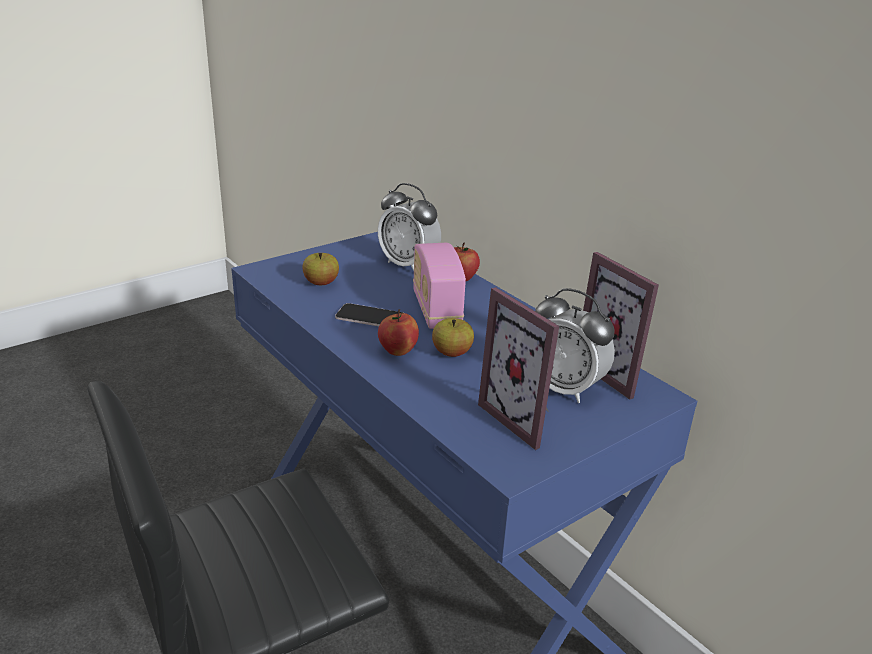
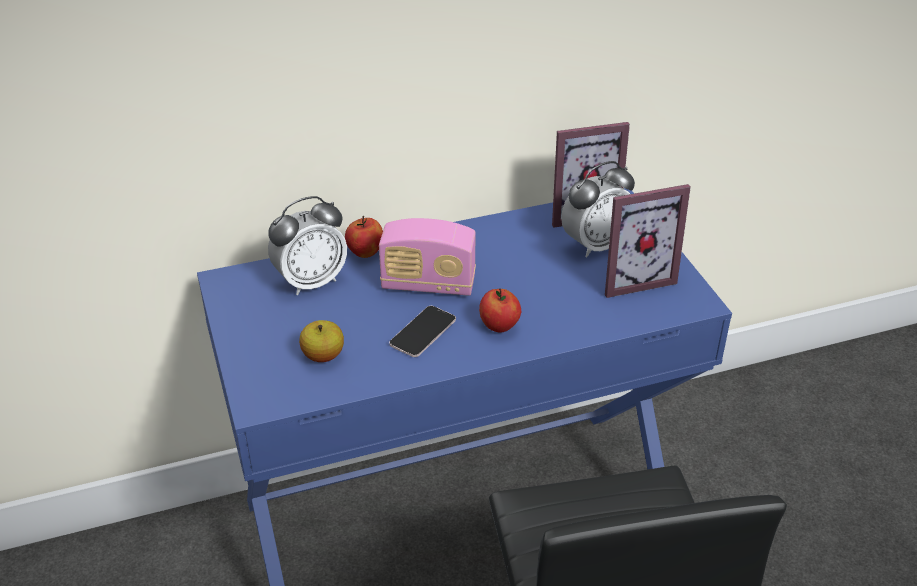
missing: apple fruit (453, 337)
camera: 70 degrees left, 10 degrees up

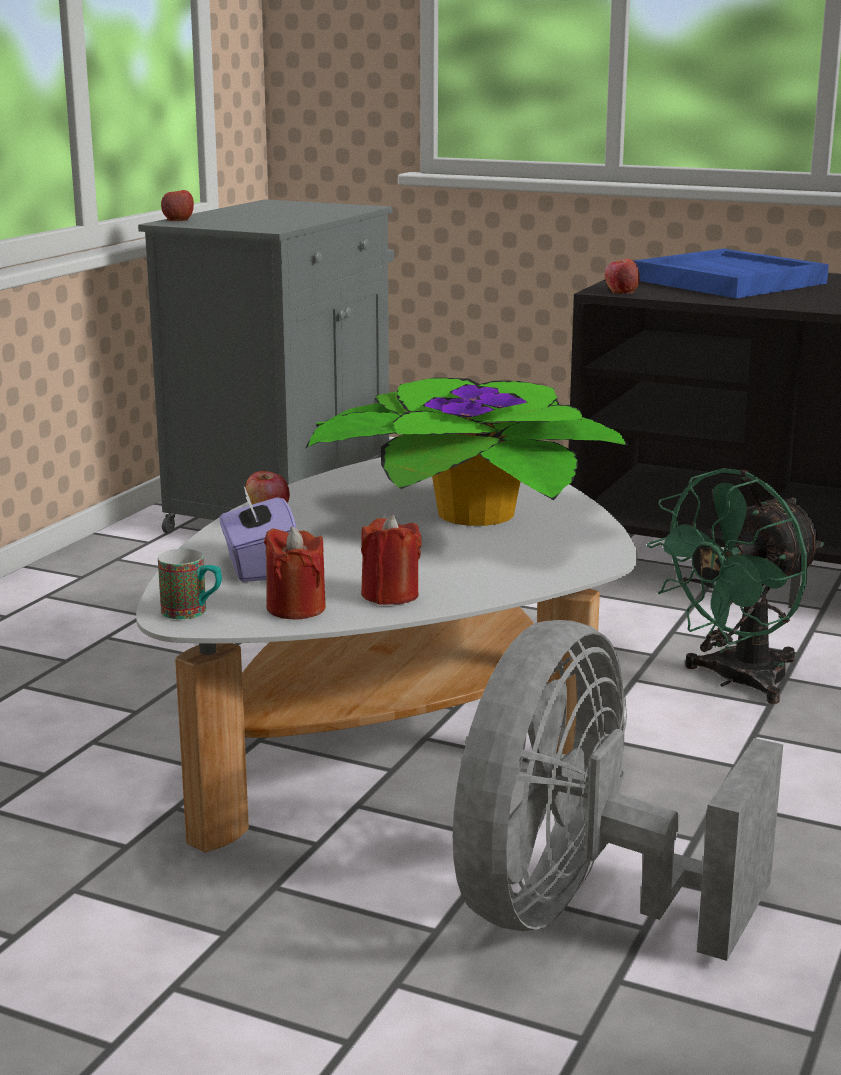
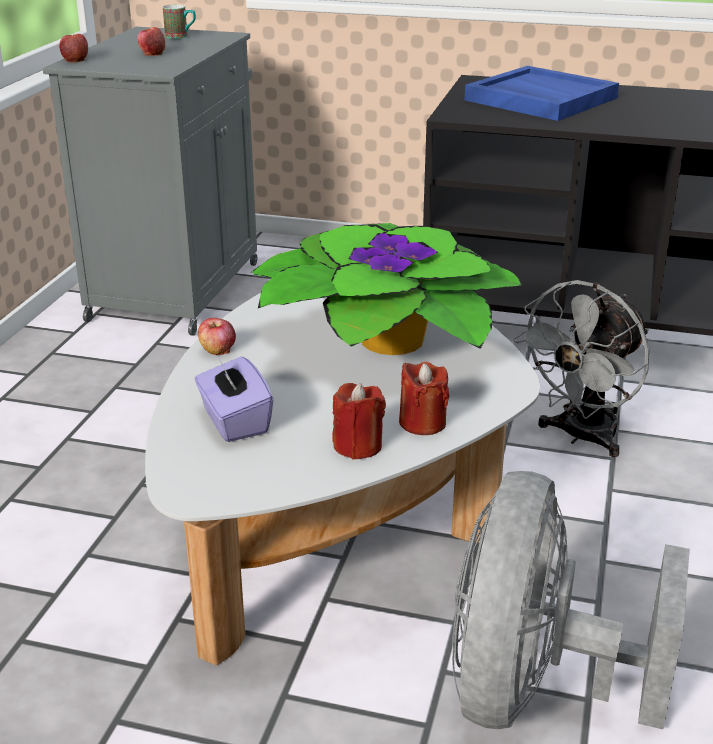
relocated: apple fruit (622, 276) to (151, 41); mug (190, 584) to (179, 22); reddish wax light (295, 573) to (424, 398)
colour: greenish electric fan (735, 586) to greyish electric fan (581, 368)
camera: 10 degrees left, 10 degrees up

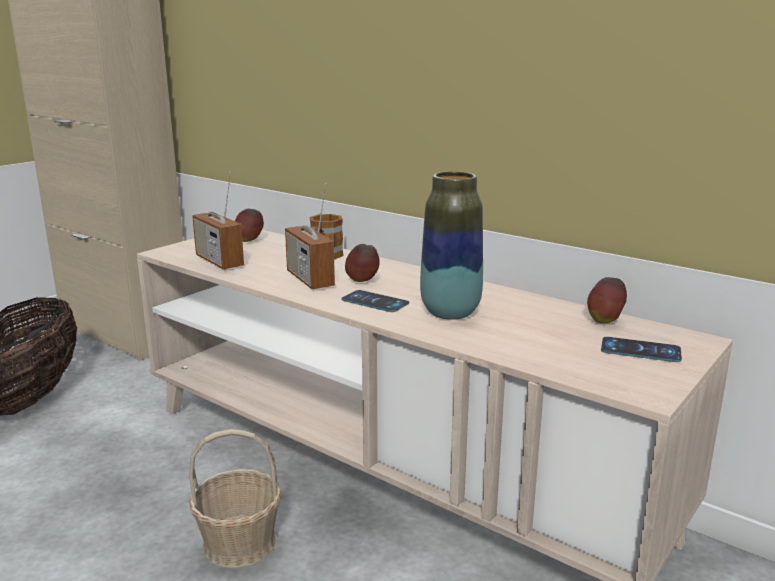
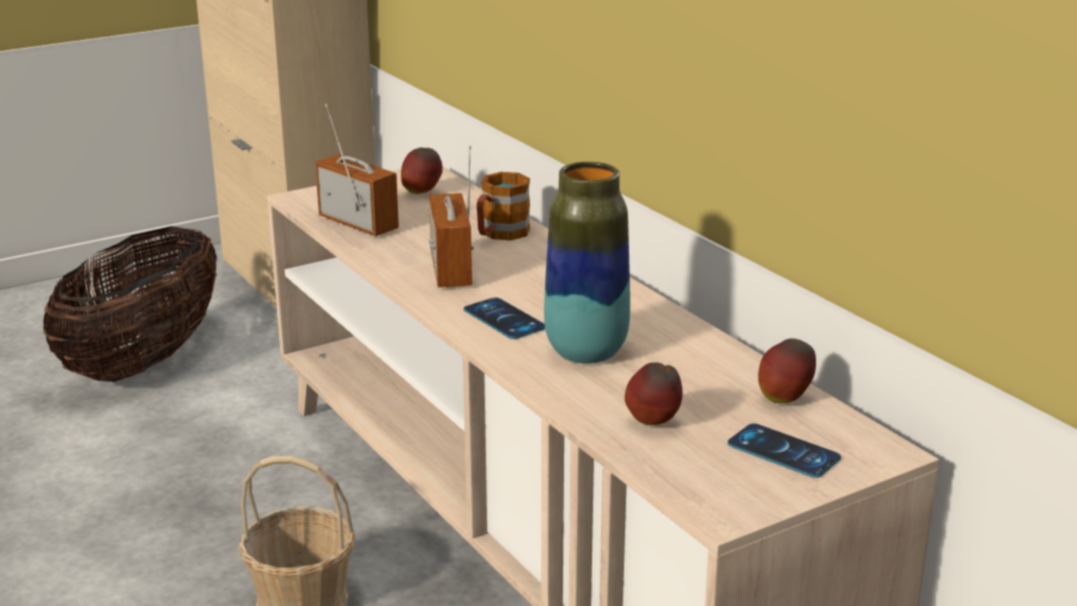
relocated: apple fruit (362, 263) to (654, 393)
spun: radio set (218, 220) = (357, 170) 150 degrees clockwise
camera: 20 degrees right, 5 degrees up

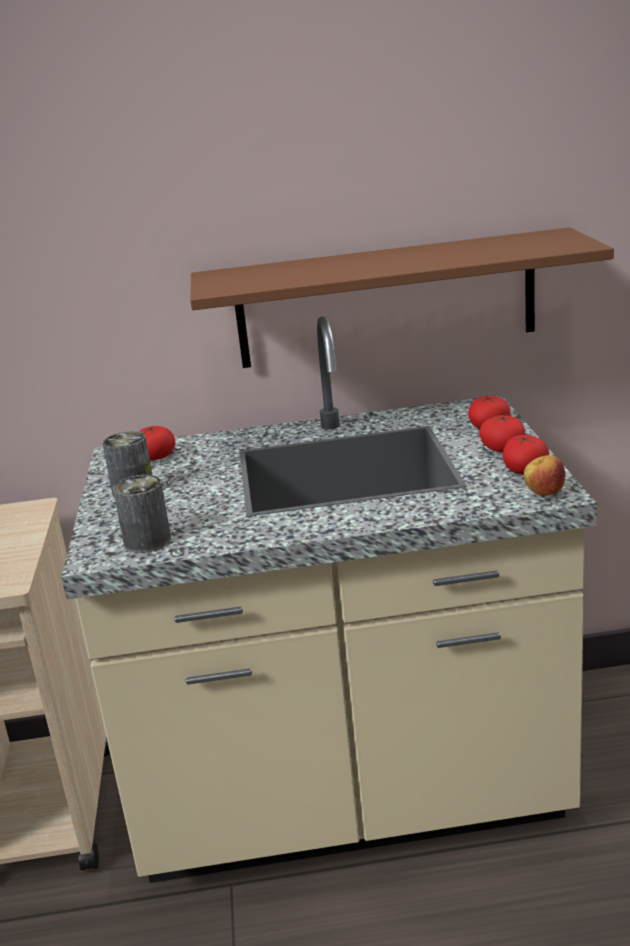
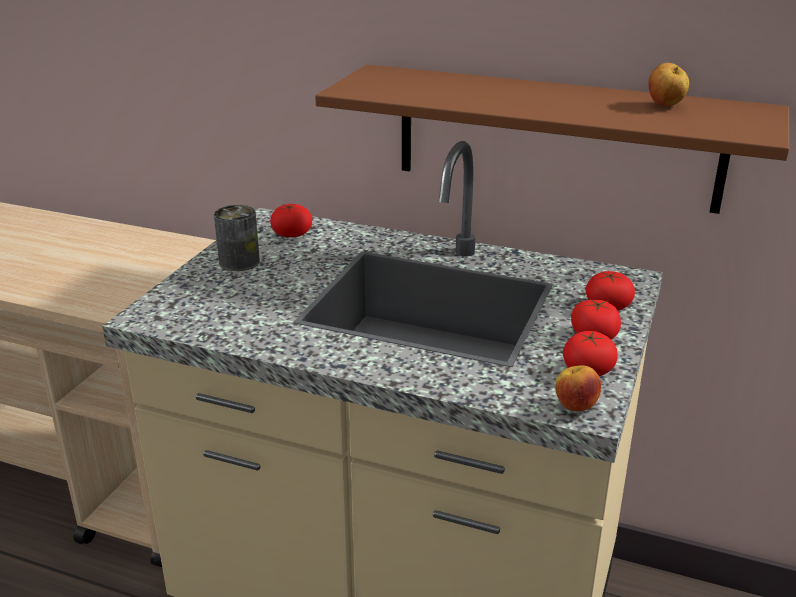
missing: sealed can (142, 514)
appeared: apple fruit (668, 84)
camera: 25 degrees right, 5 degrees up

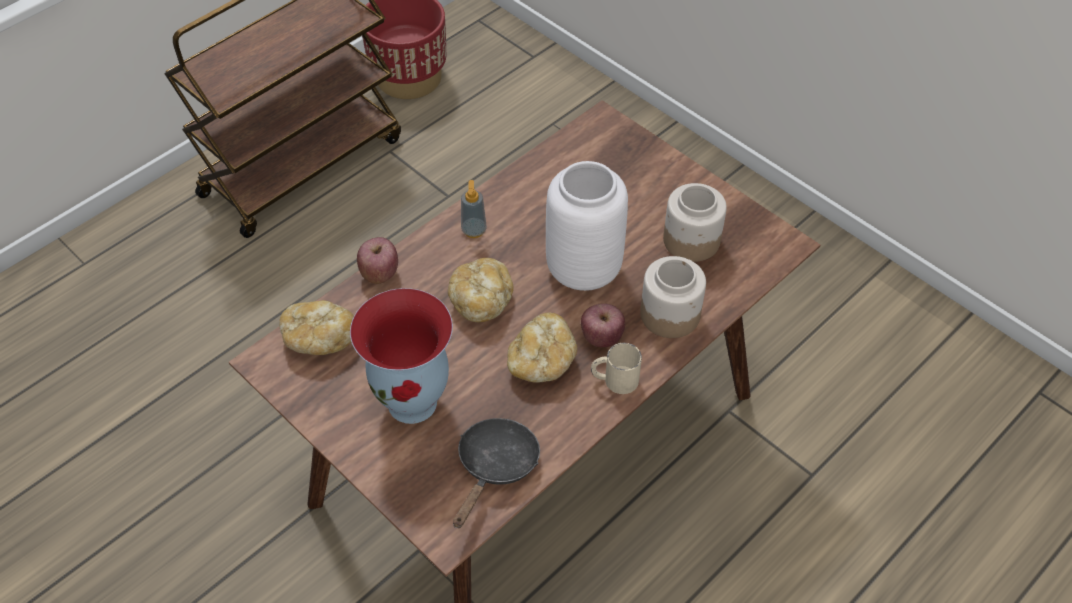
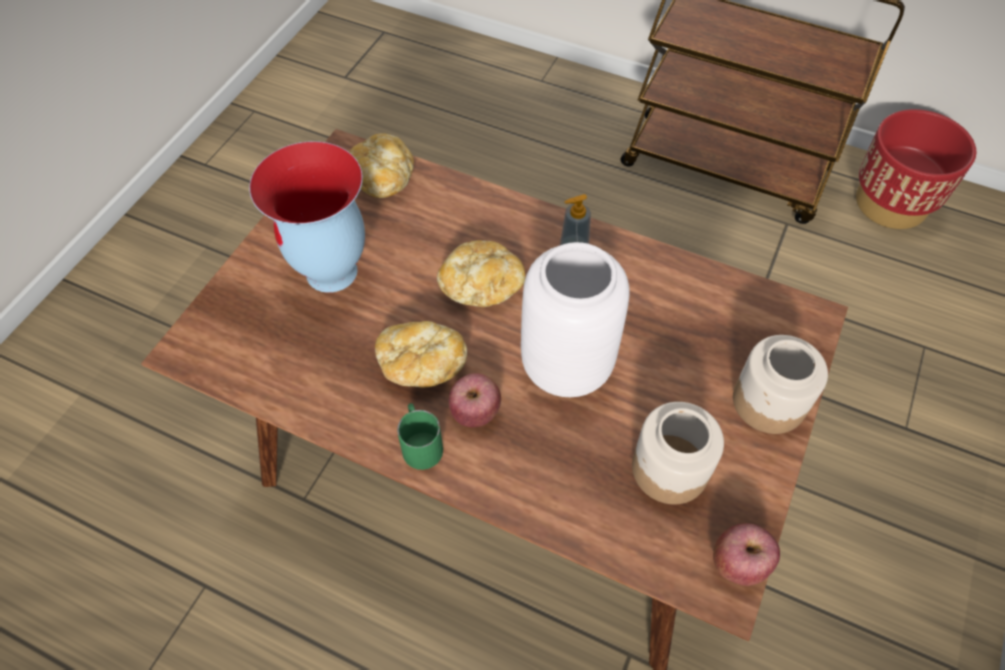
missing: black-coloured pan (496, 473)
relocated: apple fruit (377, 260) to (746, 554); preserve jar (673, 297) to (780, 384)
colour: beige mug (616, 368) to greenish mug (420, 436)
camera: 70 degrees right, 5 degrees up

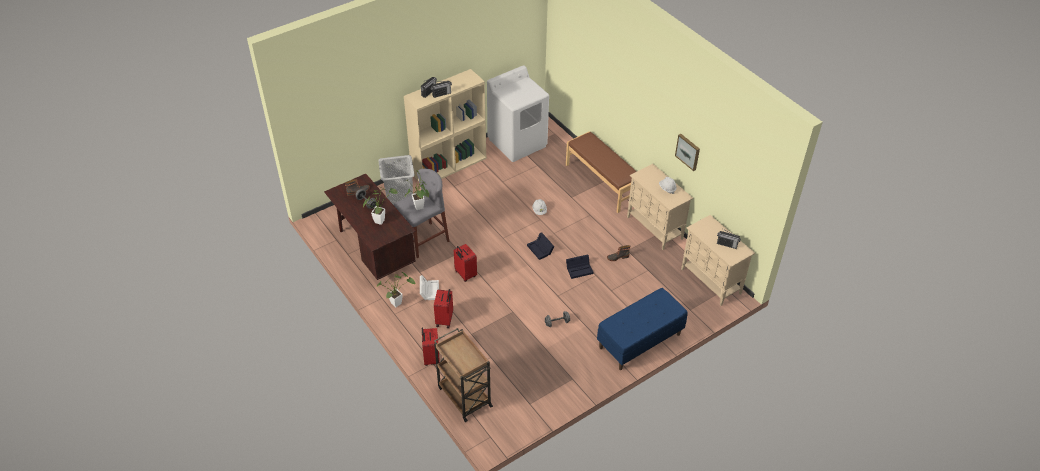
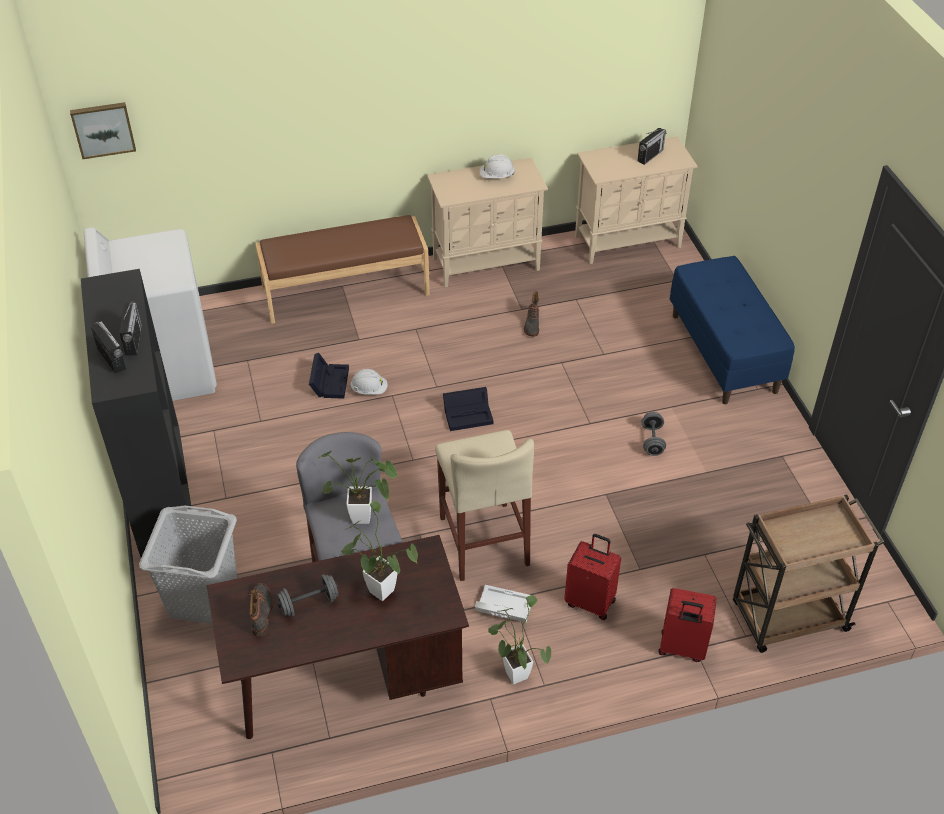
relocated: wall picture (687, 152) to (103, 130); black-coloured storage container (579, 267) to (329, 376)
exchanged: reddish travel case (465, 263) to beige stool seat (484, 505)
colour: beige shelving unit (445, 125) to black-coloured shelving unit (136, 413)
camera: 70 degrees left, 0 degrees up

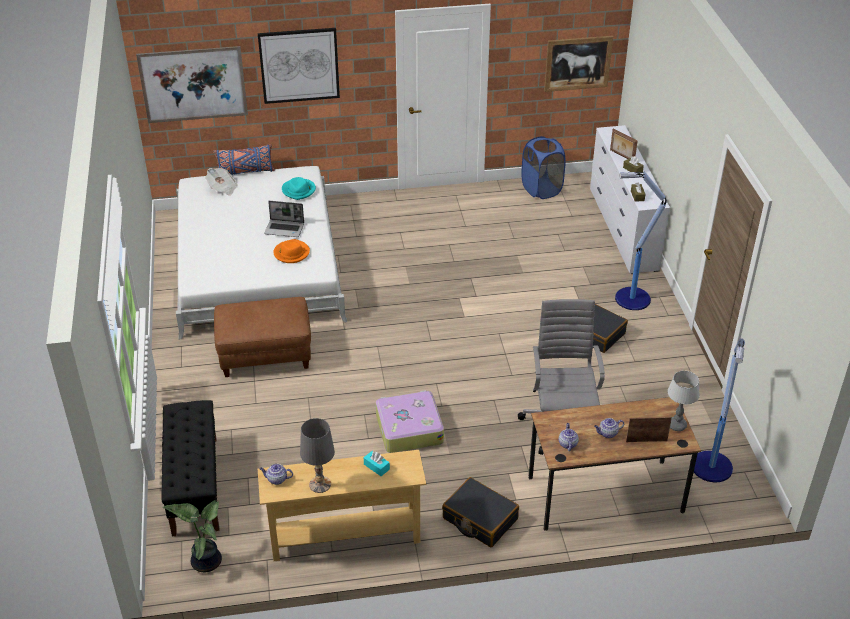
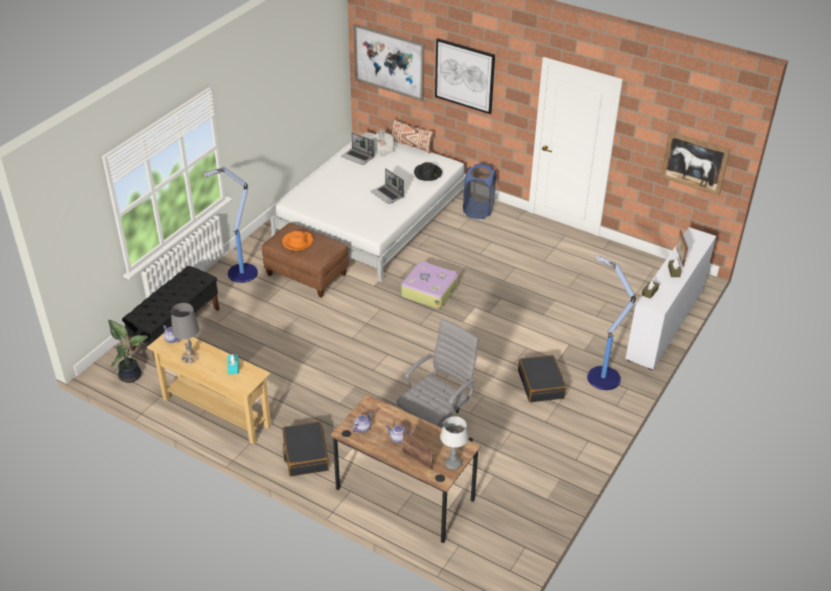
appeared: portable computer (357, 149)
relocated: standing lamp (719, 410) to (231, 224); orangey hat (291, 251) to (297, 241); travel case (410, 421) to (430, 285); blue laundry basket (543, 167) to (479, 191)
colour: blue throw pillow (244, 159) to beige throw pillow (413, 136); turquoise-coloured hat (299, 188) to black-coloured hat (428, 171)
camera: 40 degrees right, 0 degrees up

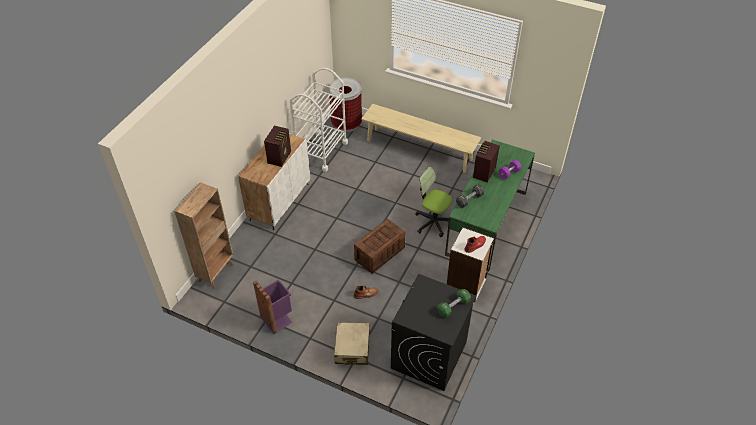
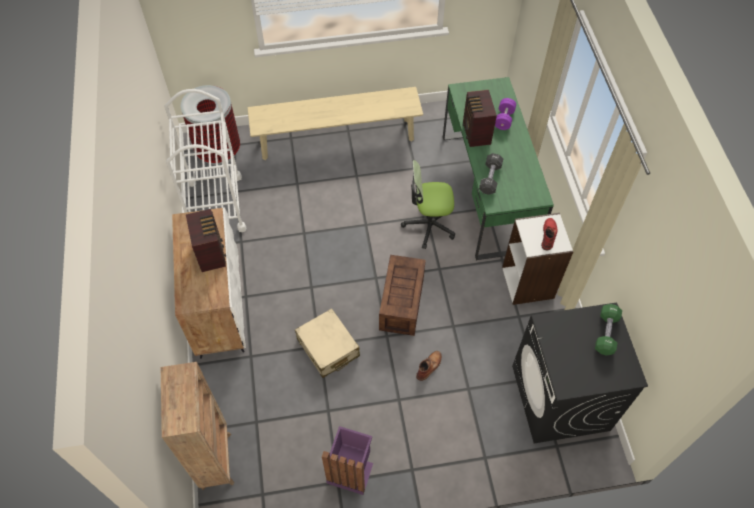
relocated: beige travel case (352, 343) to (327, 343)
camera: 35 degrees left, 10 degrees up

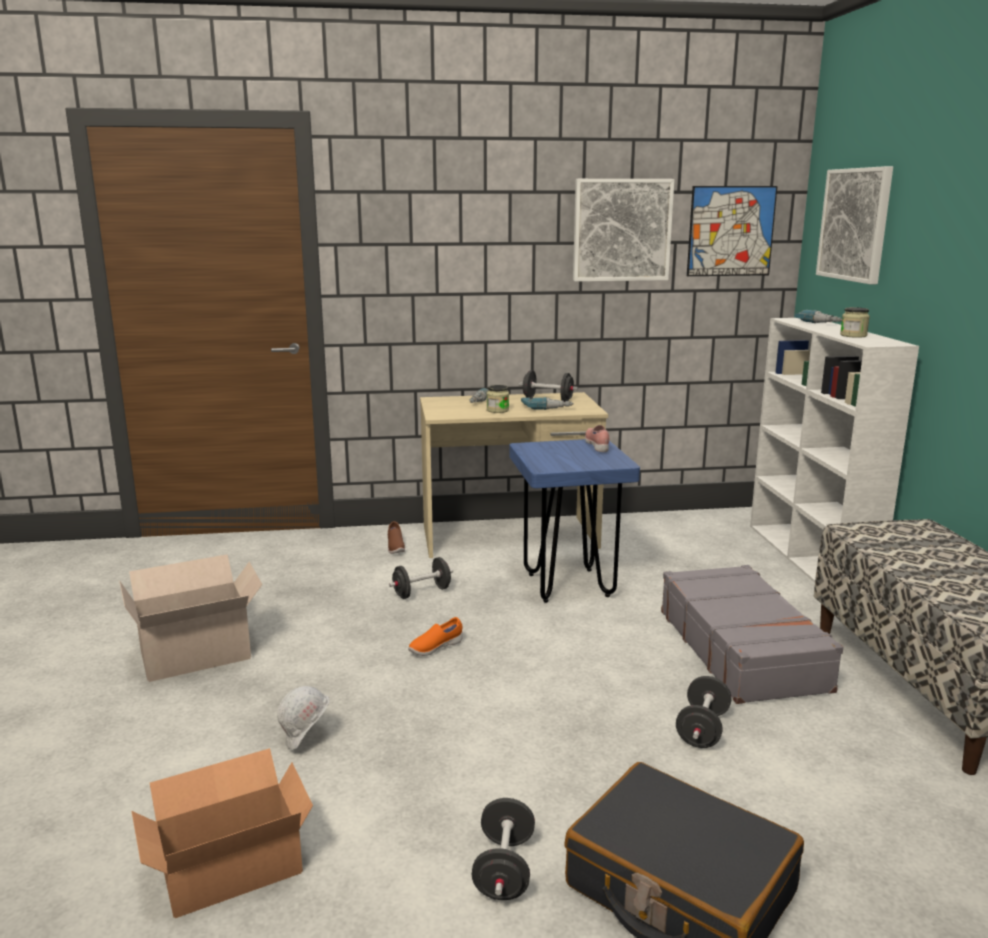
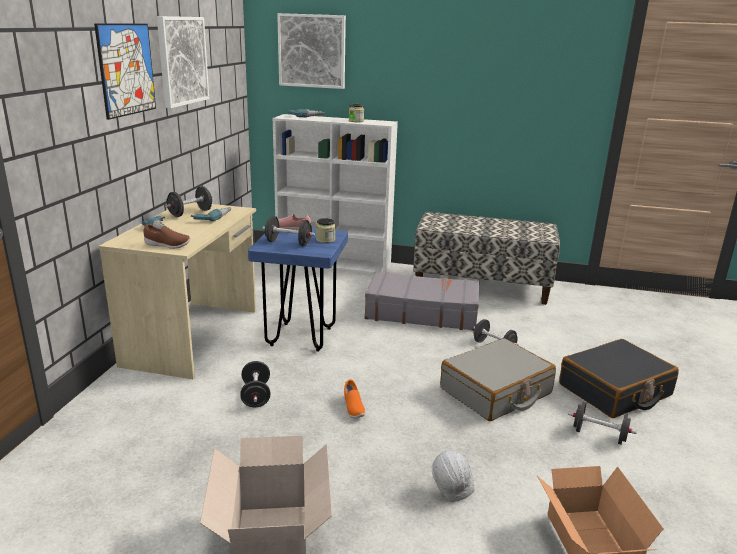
appeared: black-coloured free weight (288, 231); greyish travel case (498, 379)
relocated: wall picture (732, 231) to (125, 72); brown shoe (396, 537) to (167, 236); preserve jar (498, 399) to (325, 230)
camera: 70 degrees left, 5 degrees up

